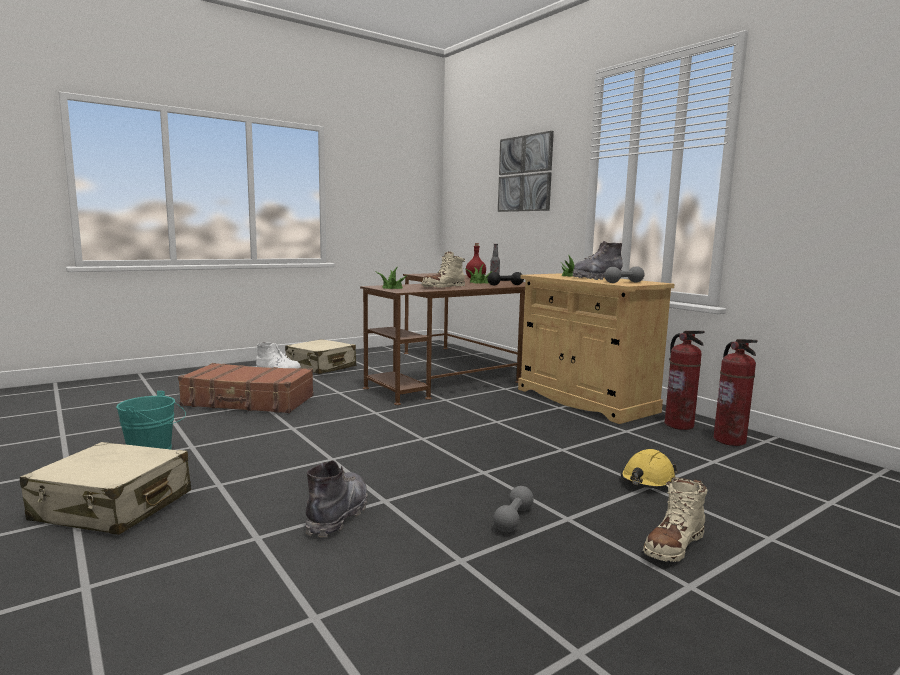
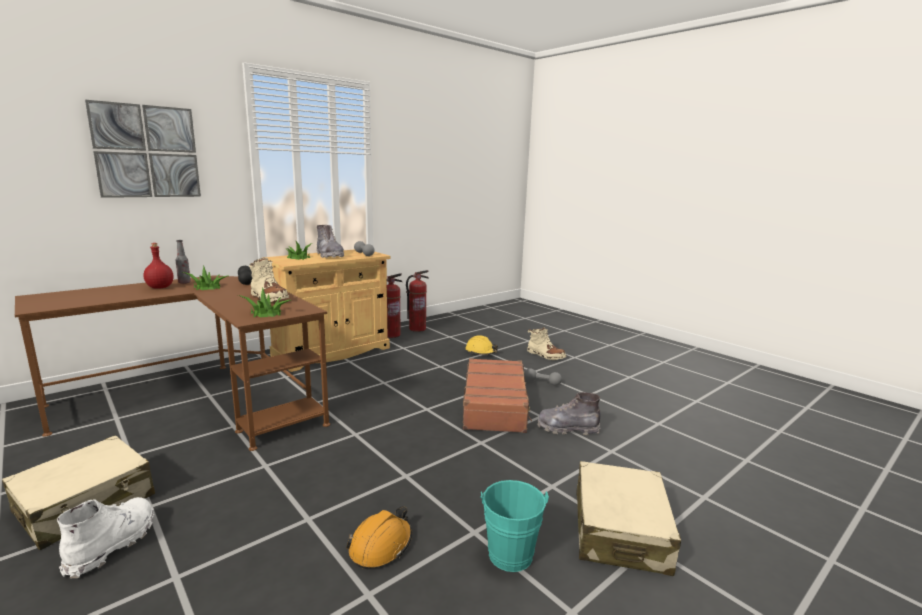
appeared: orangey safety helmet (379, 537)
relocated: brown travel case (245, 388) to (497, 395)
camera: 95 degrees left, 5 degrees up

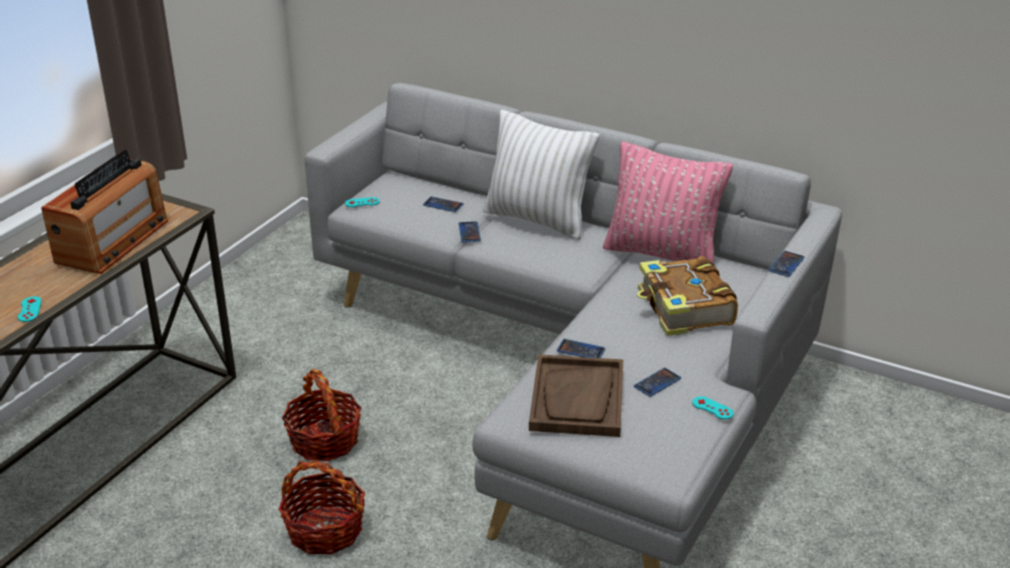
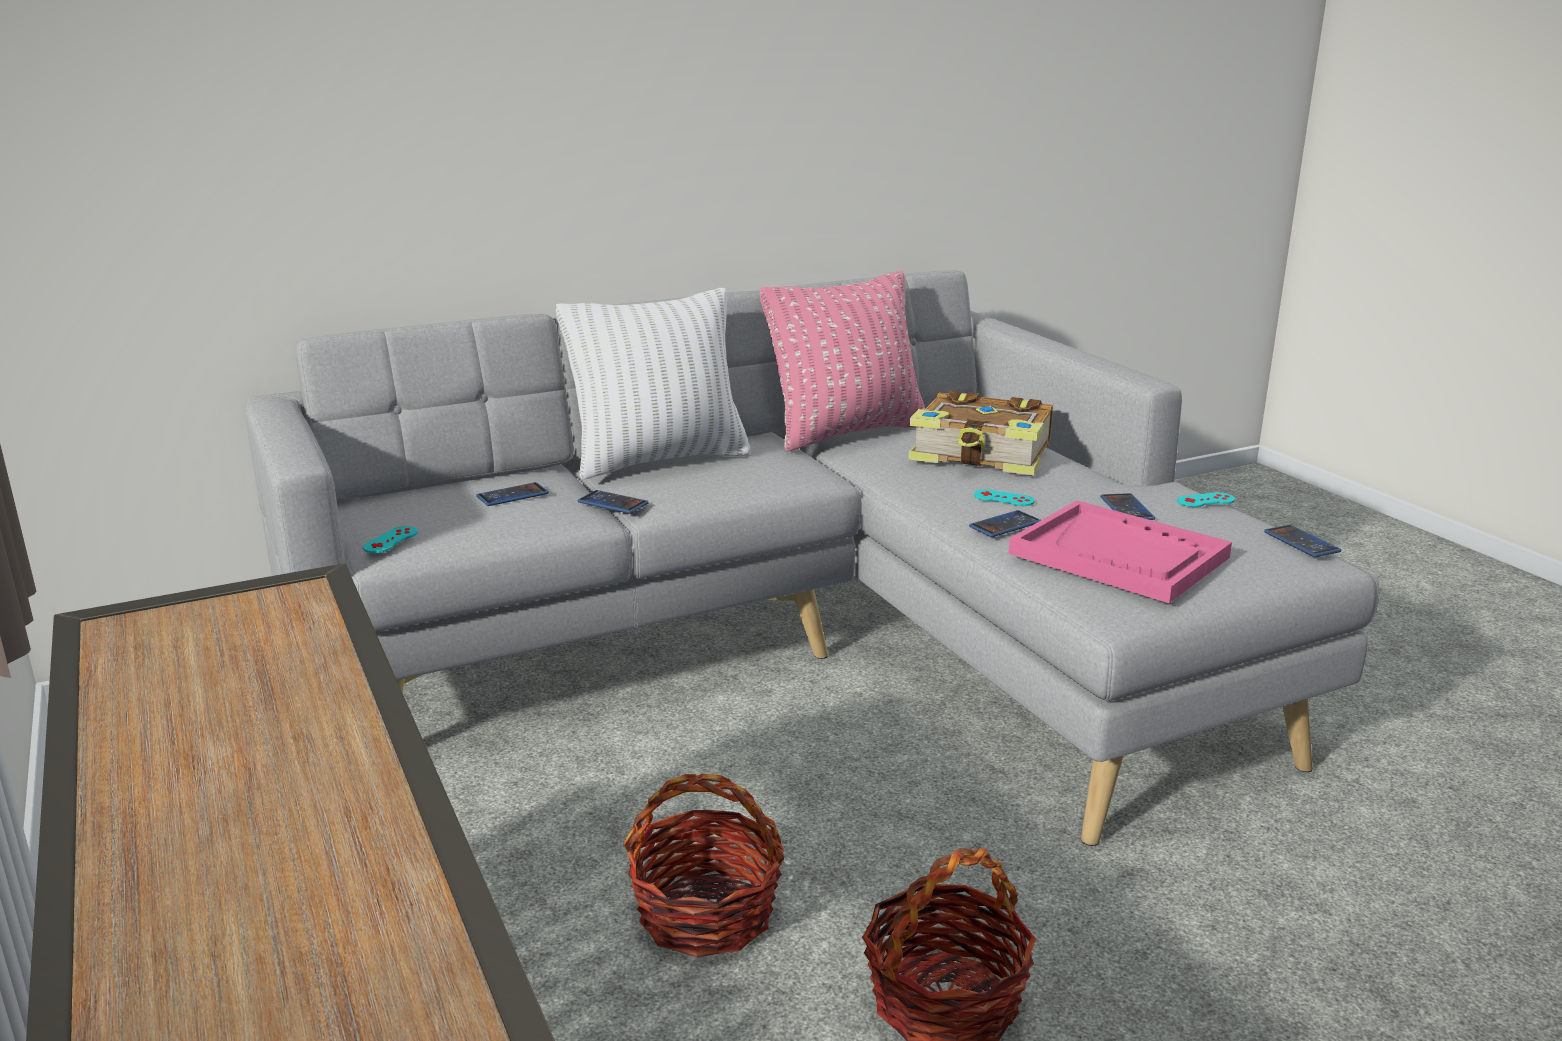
missing: radio set (104, 212)
relocated: turquoise-coloured gamepad (30, 309) to (1004, 497); phone (786, 264) to (1303, 541)
colour: brown carrying tray (576, 395) to pinkish carrying tray (1120, 551)
camera: 55 degrees left, 10 degrees down

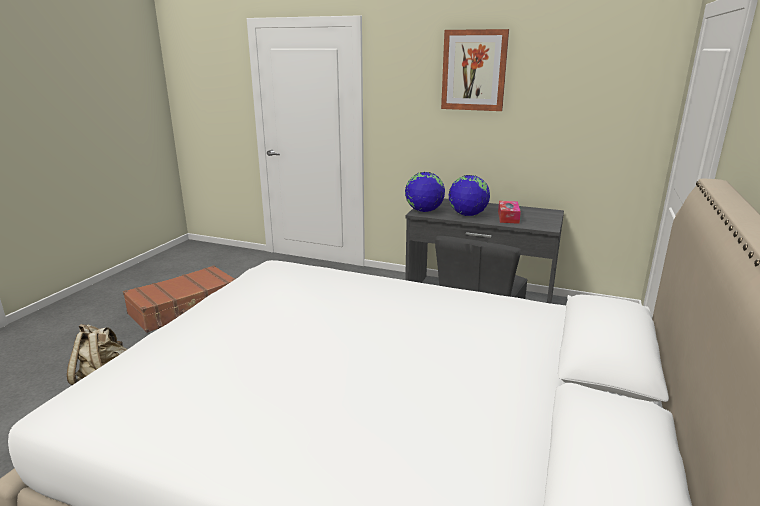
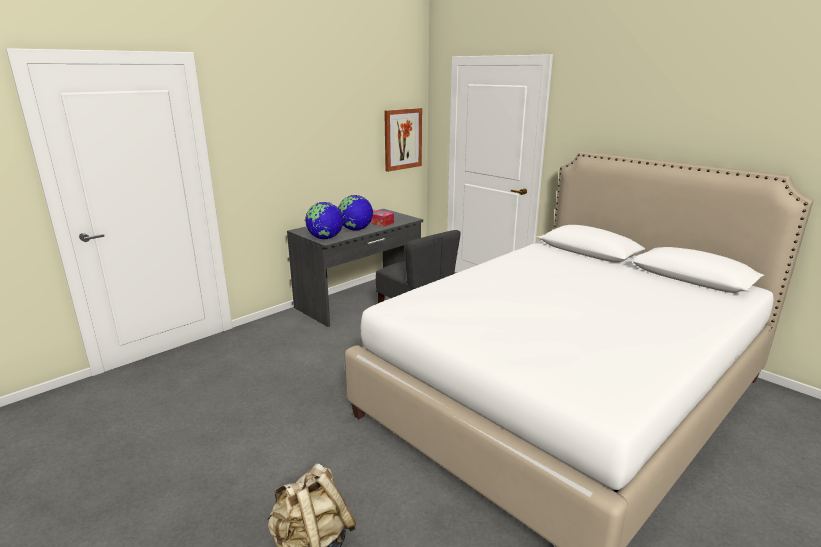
missing: brown travel case (179, 299)
relocated: wall picture (475, 70) to (403, 140)
camera: 65 degrees left, 0 degrees up

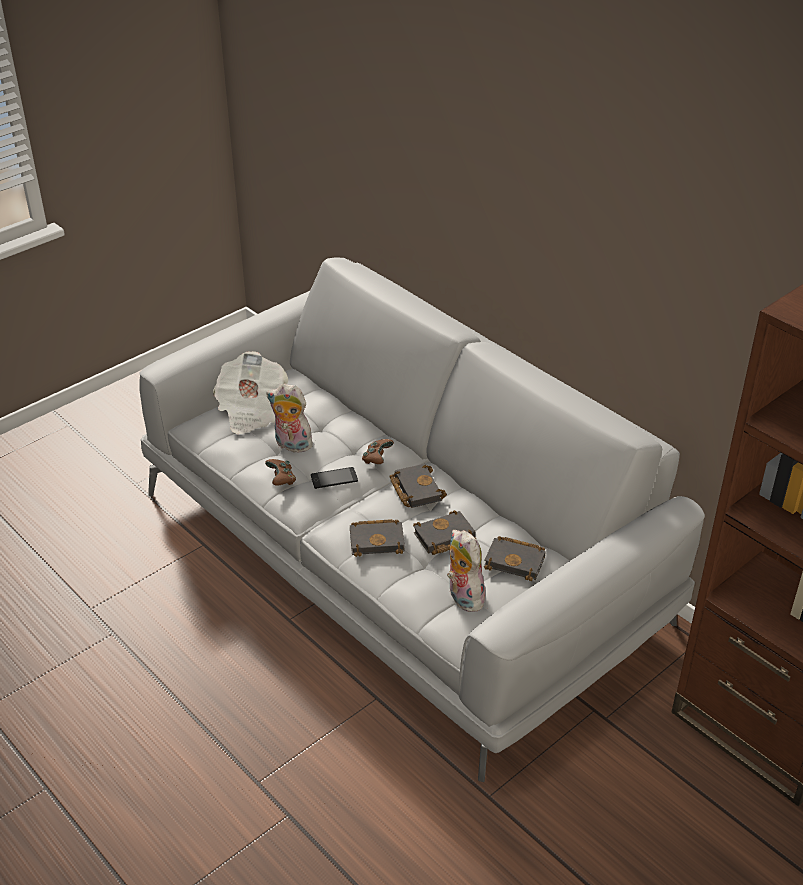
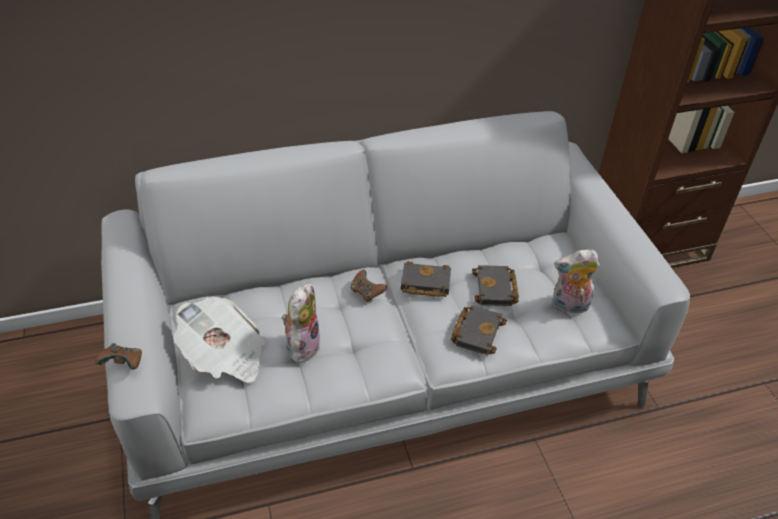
missing: phone (334, 478); black-coloured volume (515, 558)
relocated: brown gamepad (280, 472) to (118, 356)
spun: soft toy (289, 418) = (301, 324) 150 degrees clockwise
camera: 65 degrees left, 5 degrees up

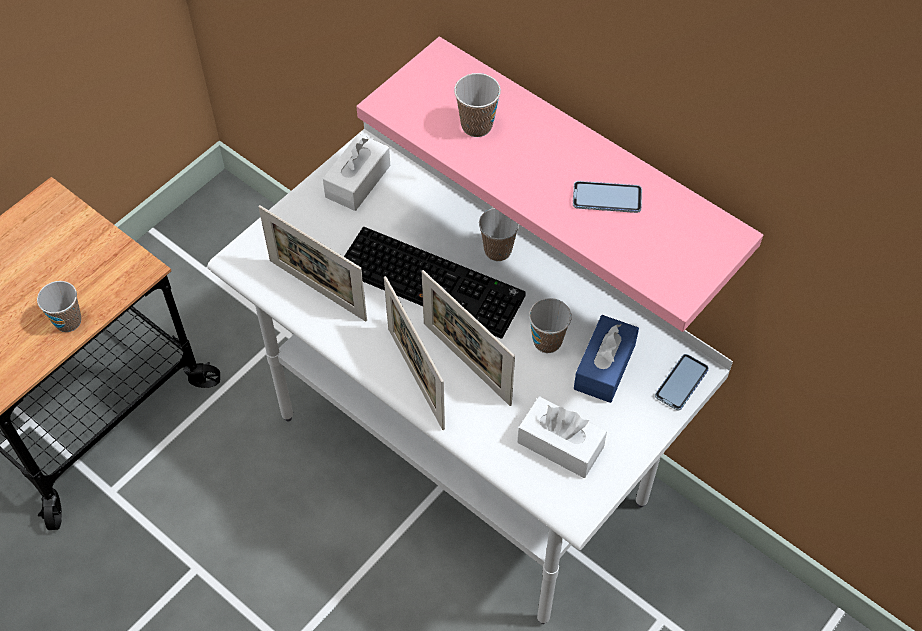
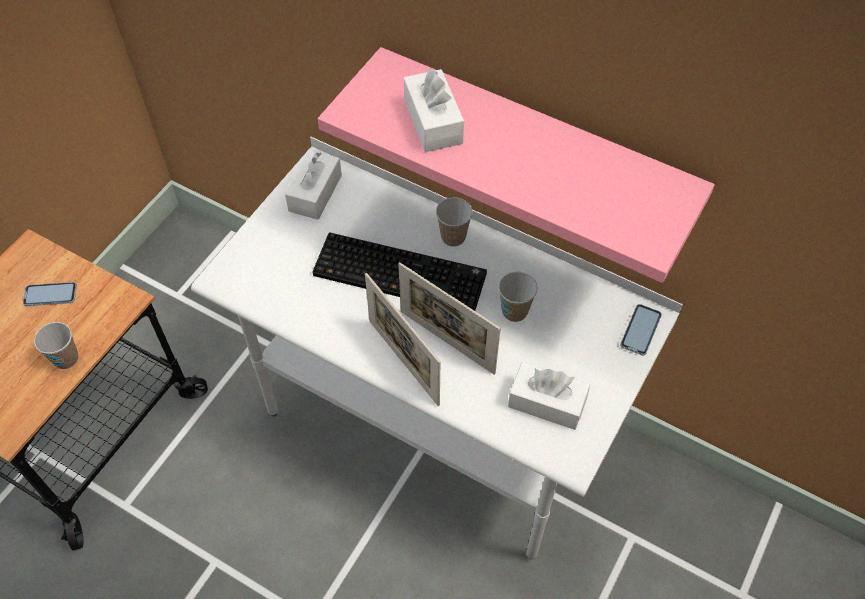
missing: standing frame (312, 263); blue tissue holder (606, 359)
relocated: phone (607, 197) to (50, 294)
exchanged: drinking cup (477, 105) to whitish tissue holder (434, 110)
camera: 10 degrees left, 0 degrees up

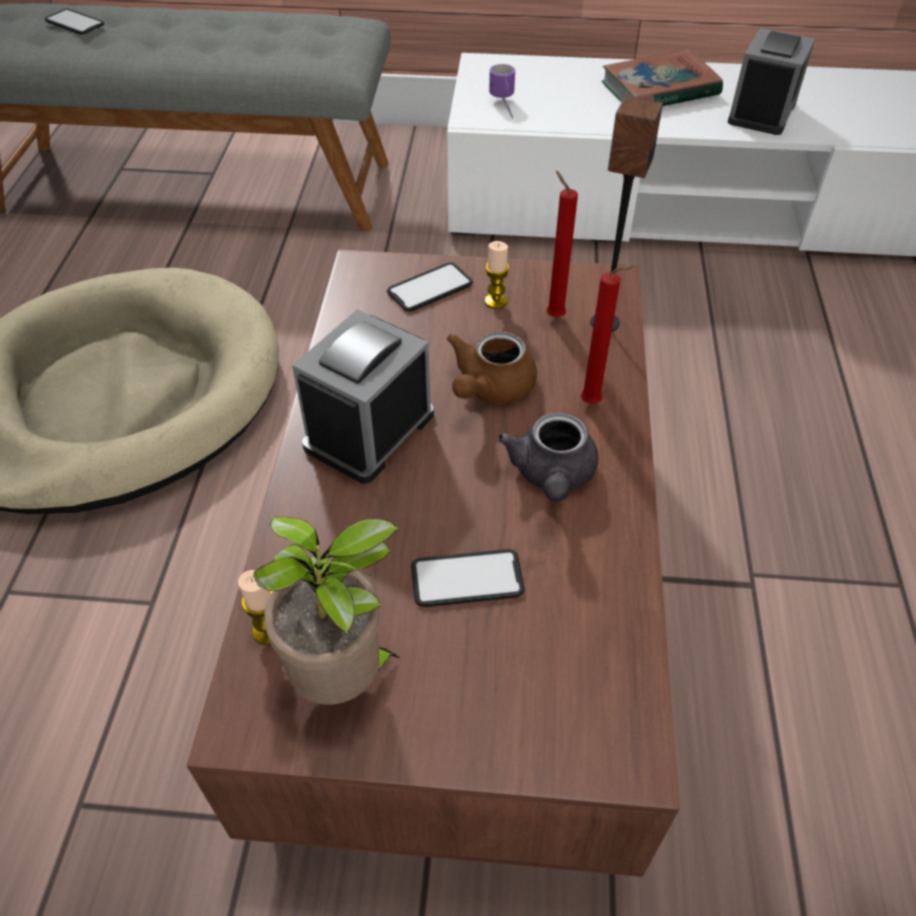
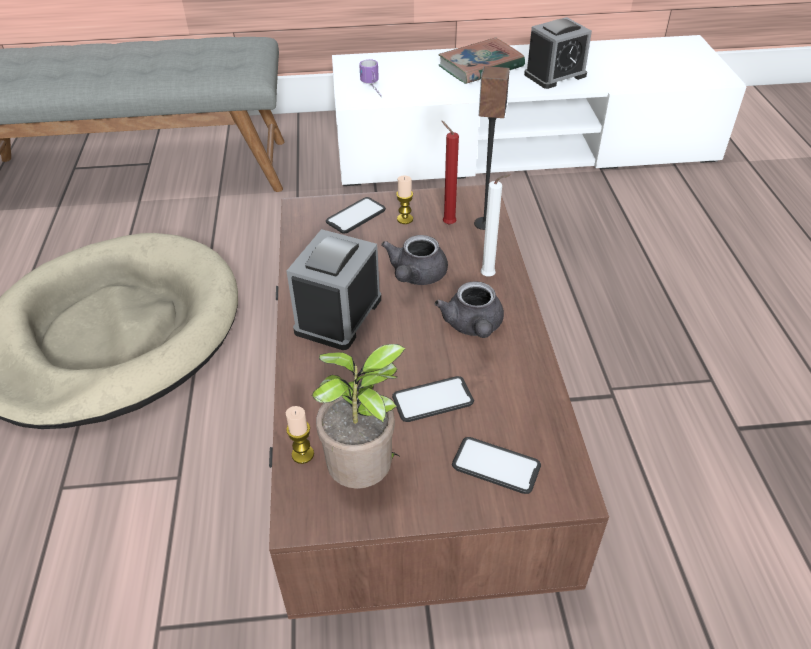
relocated: phone (74, 21) to (496, 465)
colour: brown tea pot (491, 367) to greyish tea pot (414, 260); reddish wax light (607, 335) to whitish wax light (496, 225)
spun: table clock (771, 81) = (558, 53) 45 degrees clockwise
camera: 10 degrees left, 5 degrees down

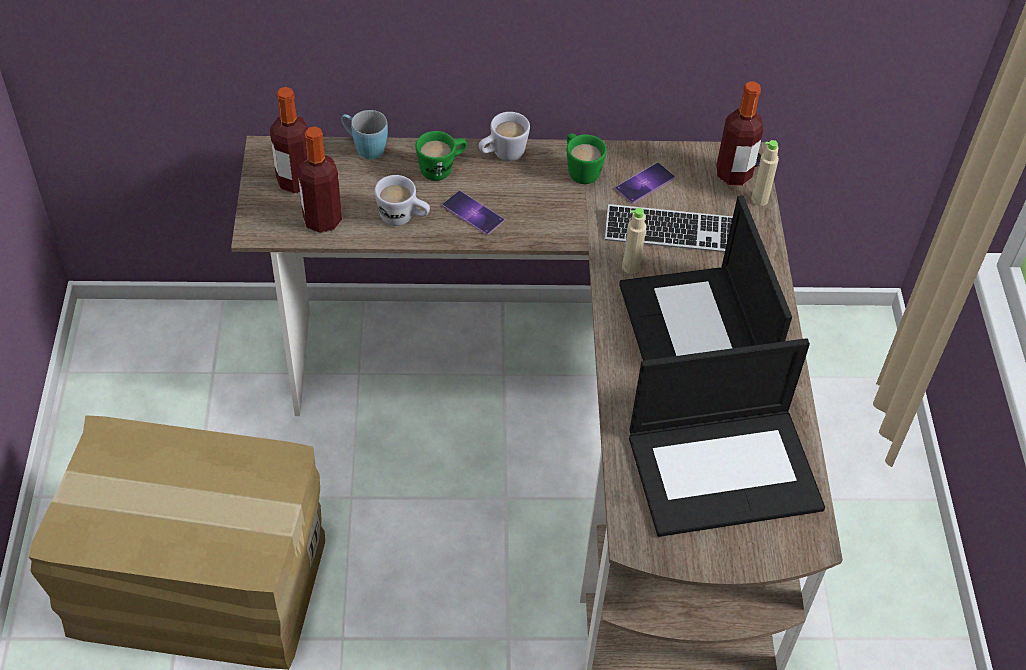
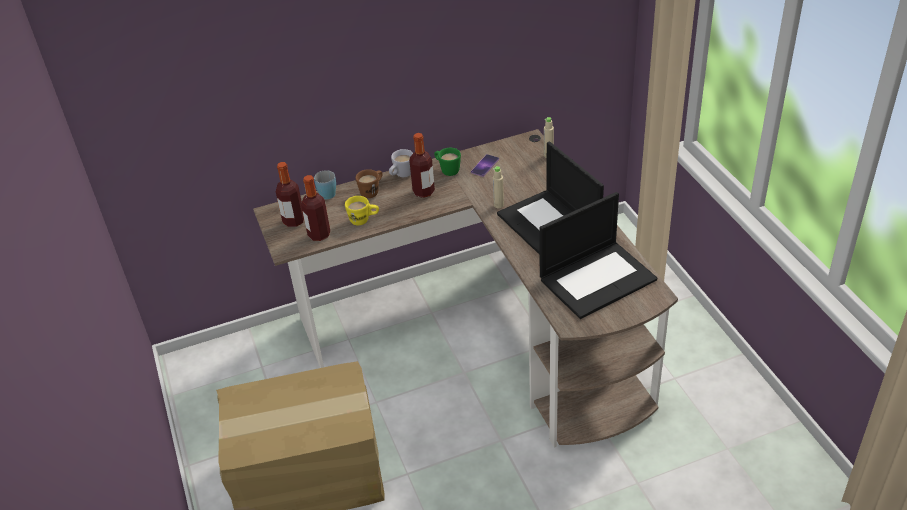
missing: phone (473, 213); computer keyboard (669, 228)
relocated: beverage bottle (739, 133) to (422, 165)
colour: whitish mug (402, 200) to yellowish mug (362, 210); greenish mug (441, 156) to brown mug (369, 183)
camera: 15 degrees left, 10 degrees down

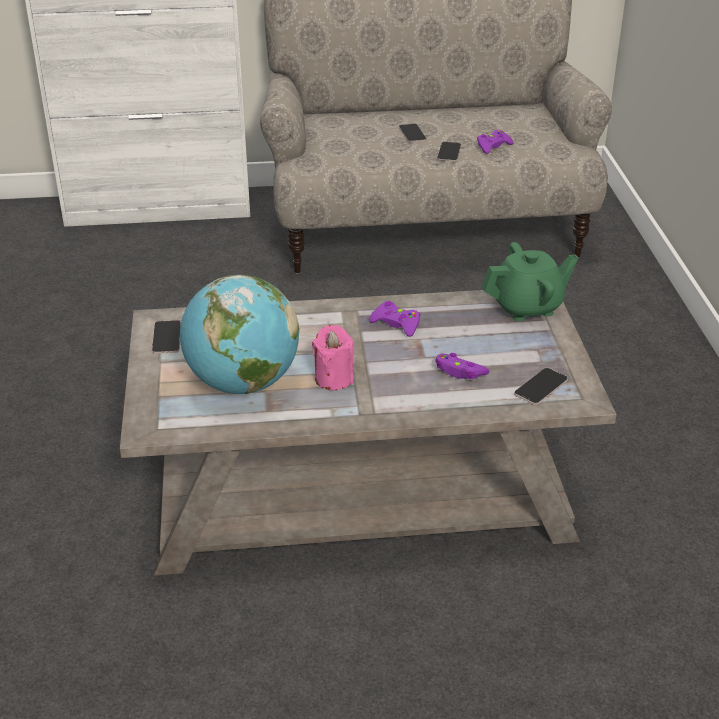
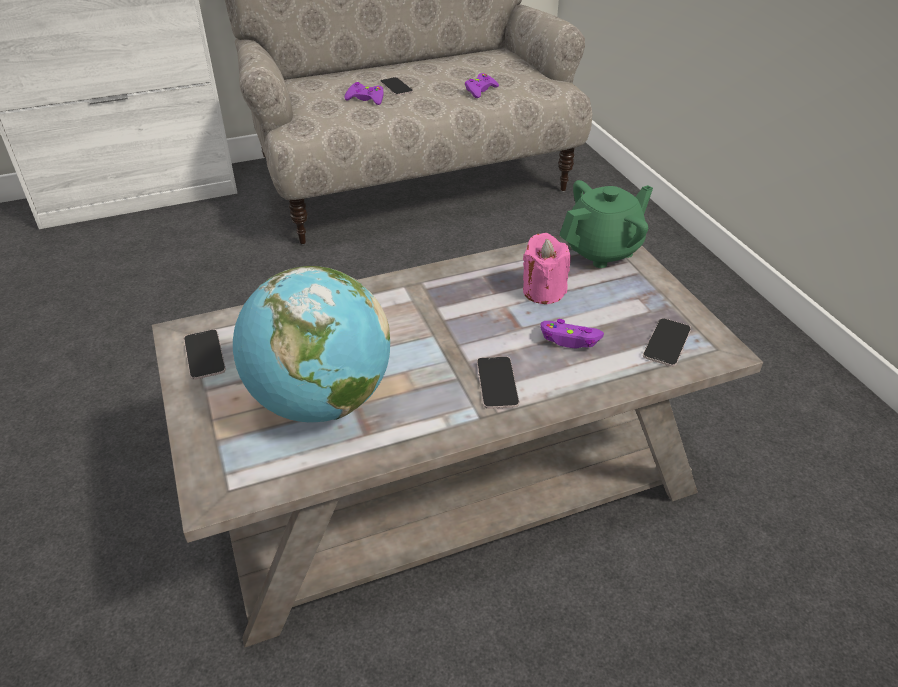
relocated: purple gamepad (394, 319) to (364, 93); phone (449, 152) to (498, 382); pinkish wax light (333, 357) to (547, 268)
camera: 15 degrees left, 5 degrees up

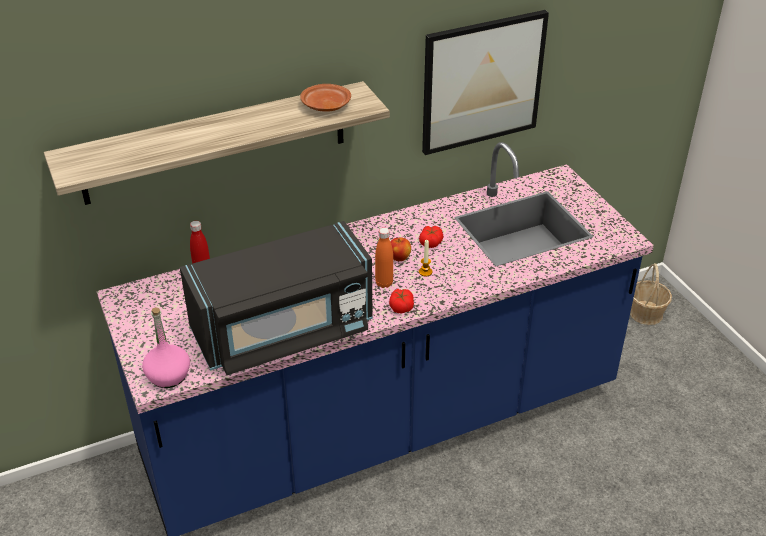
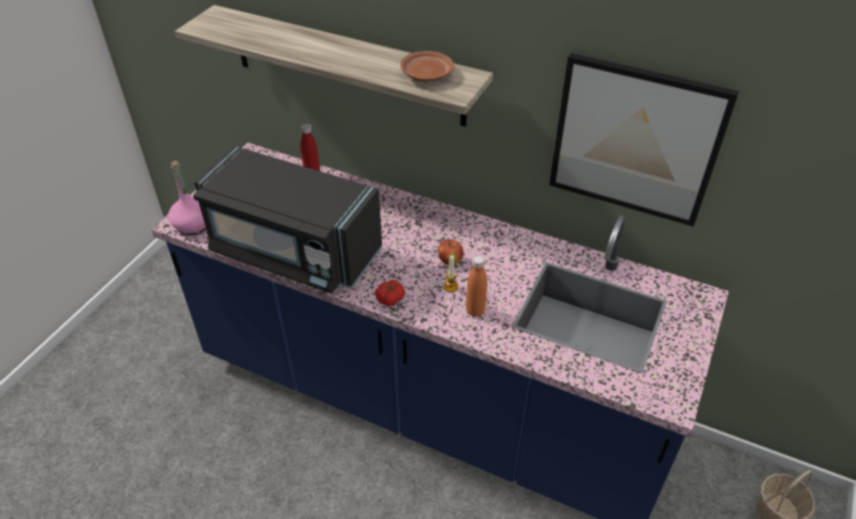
missing: fresh tomato (431, 237)
relocated: orangey beverage bottle (384, 258) to (476, 286)
camera: 50 degrees right, 5 degrees up

